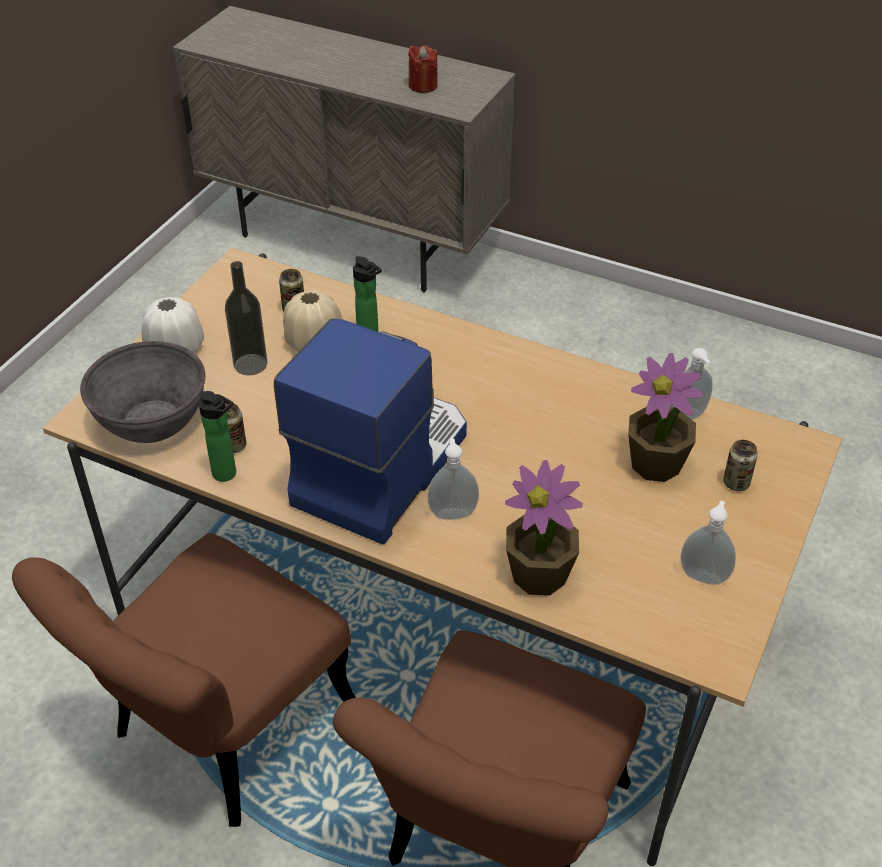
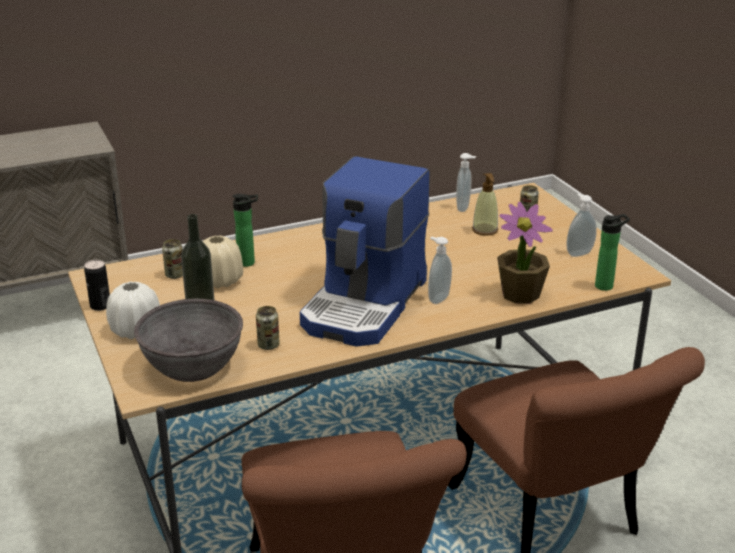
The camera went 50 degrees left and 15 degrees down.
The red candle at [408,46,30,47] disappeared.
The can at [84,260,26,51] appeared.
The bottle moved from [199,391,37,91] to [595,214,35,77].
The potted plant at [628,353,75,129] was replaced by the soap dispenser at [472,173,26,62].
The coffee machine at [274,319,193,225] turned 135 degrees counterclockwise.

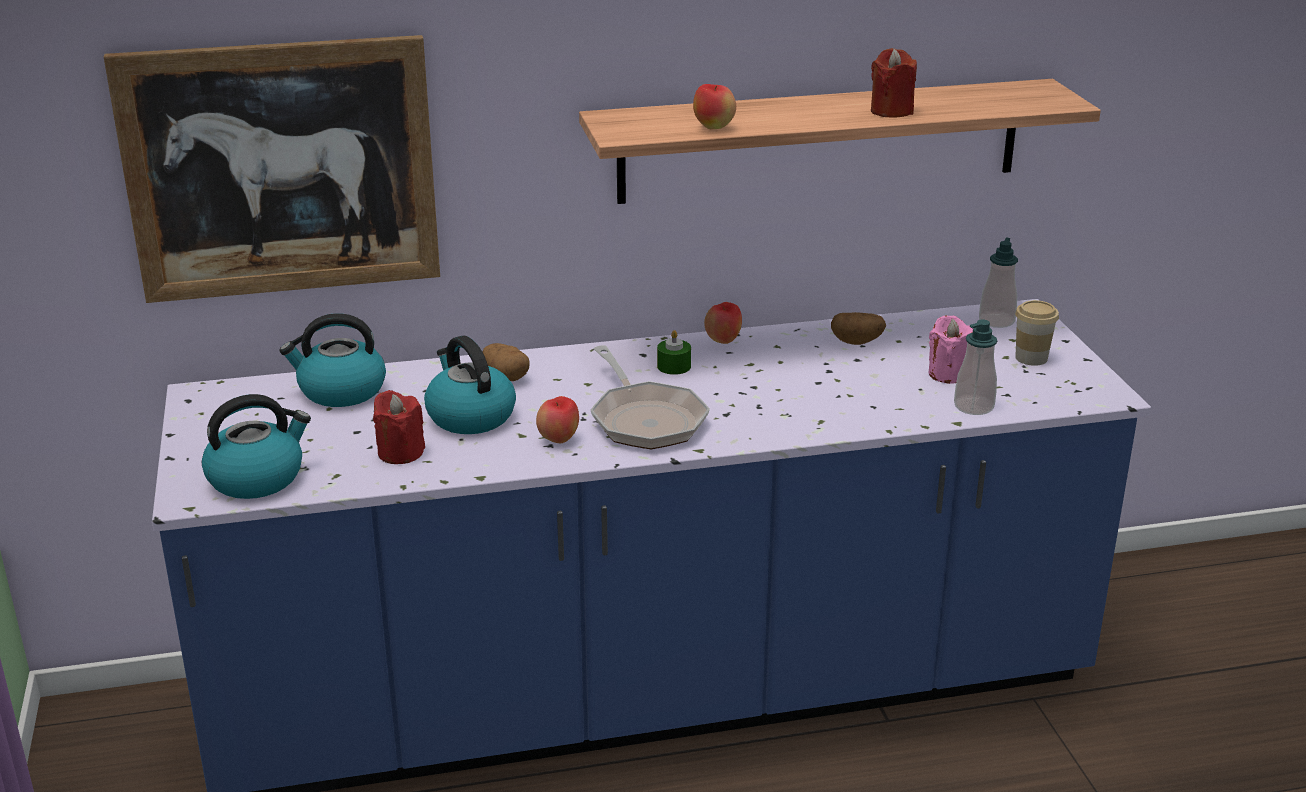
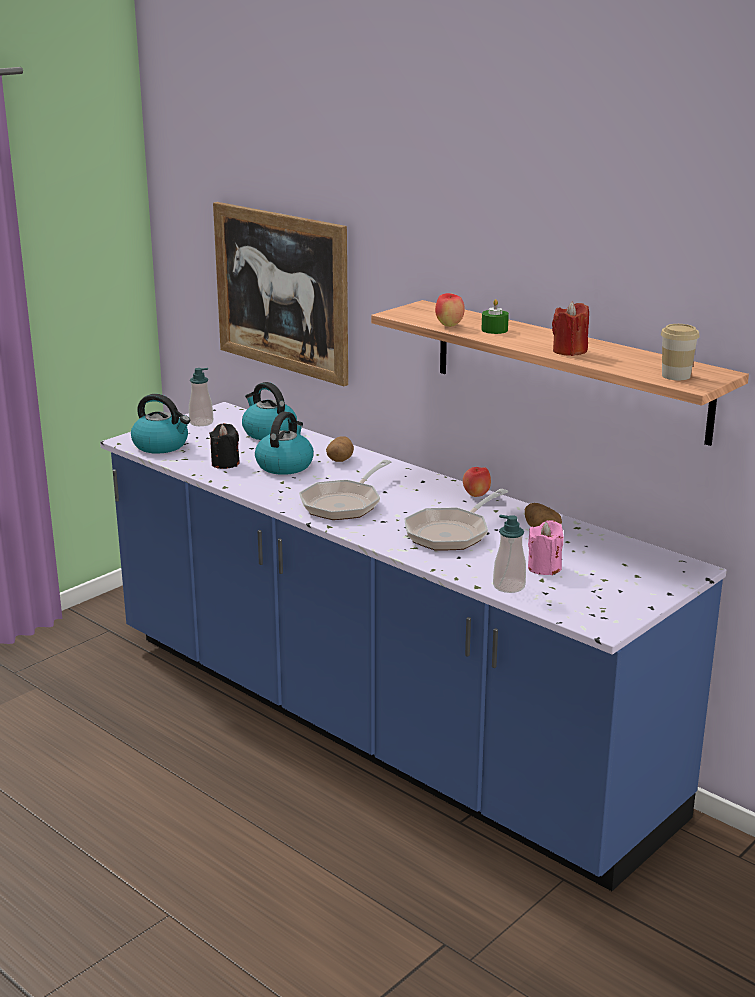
The camera went 55 degrees right and 5 degrees down.
The apple at [536,396,43,47] disappeared.
The frying pan at [404,489,104,61] appeared.
The green candle moved from [657,330,34,45] to [481,299,28,35].
The soap dispenser moved from [979,238,39,90] to [189,368,24,58].
The cup moved from [1015,300,44,66] to [661,324,39,56].
The red candle at [373,390,52,74] became the black candle at [209,423,31,46].

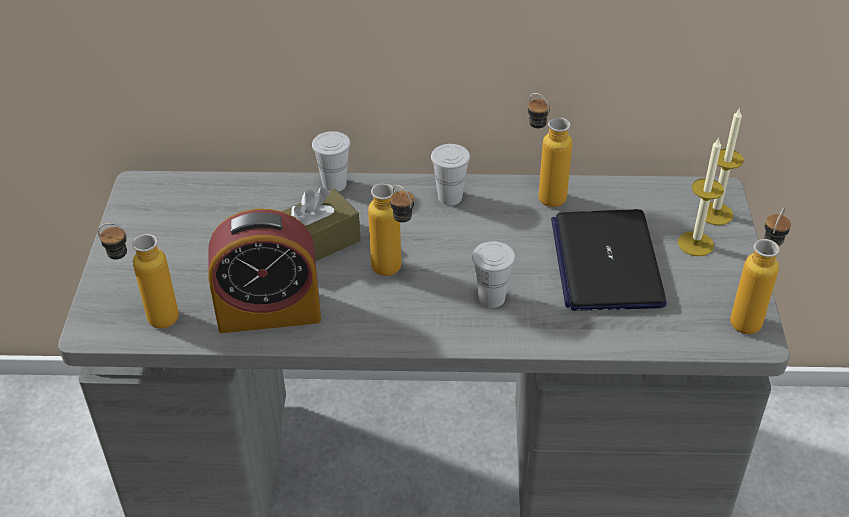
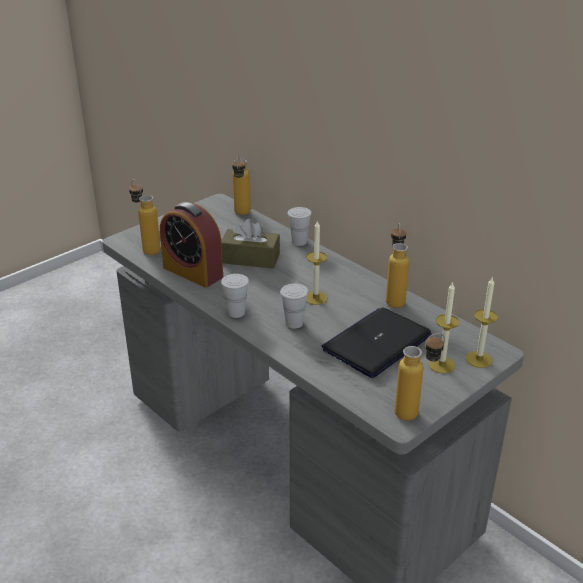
The camera went 45 degrees right and 10 degrees down.
The candle at [306,220,22,85] appeared.
The bottle moved from [368,183,46,93] to [232,156,19,59].
The white cup moved from [431,144,39,61] to [221,274,28,44].

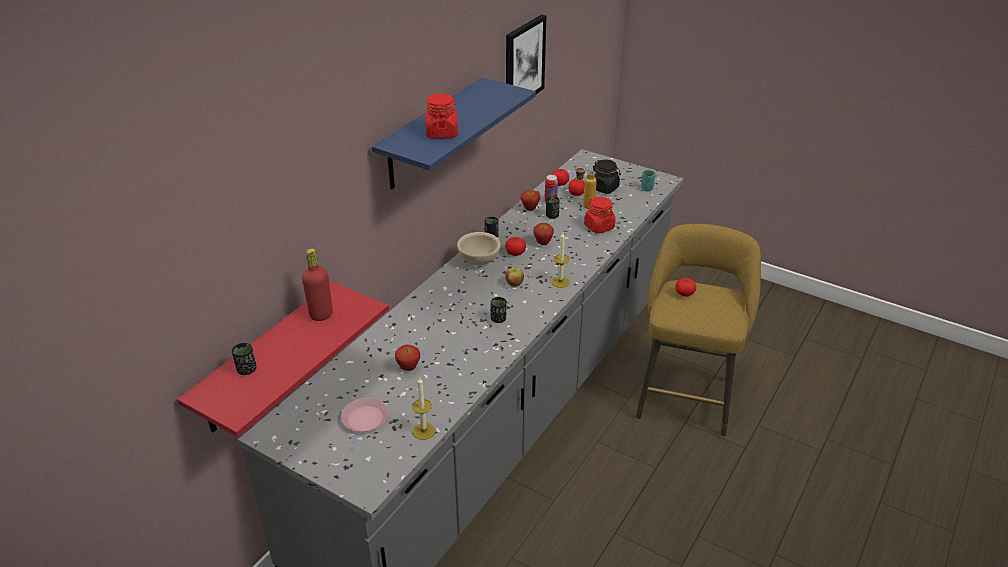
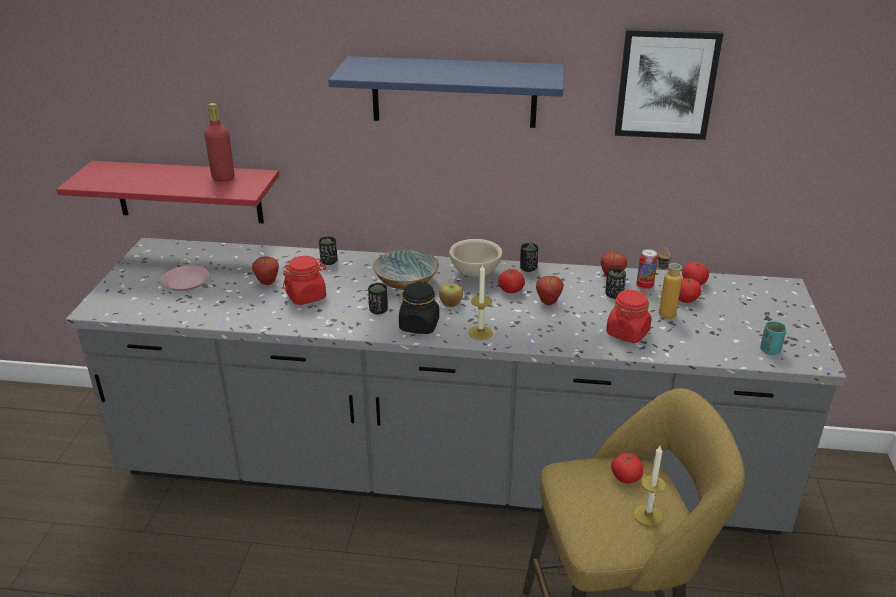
The camera went 65 degrees right and 5 degrees down.
The bowl at [373,250,66,40] appeared.
The black cup moved from [232,343,25,32] to [319,236,18,29].
The candle moved from [412,377,23,63] to [634,446,32,80].
The red jar moved from [425,93,33,46] to [283,256,43,49].
The black jar moved from [593,160,28,34] to [399,281,40,53].

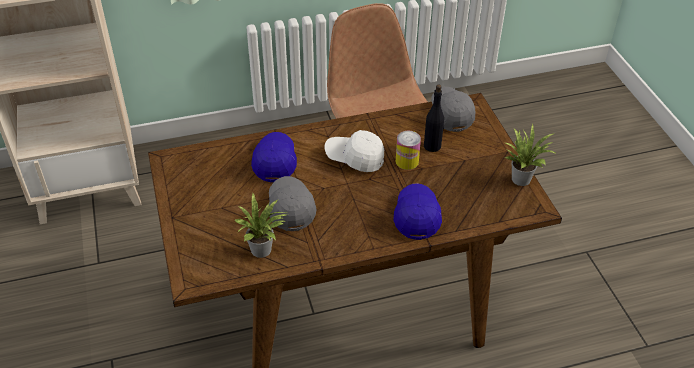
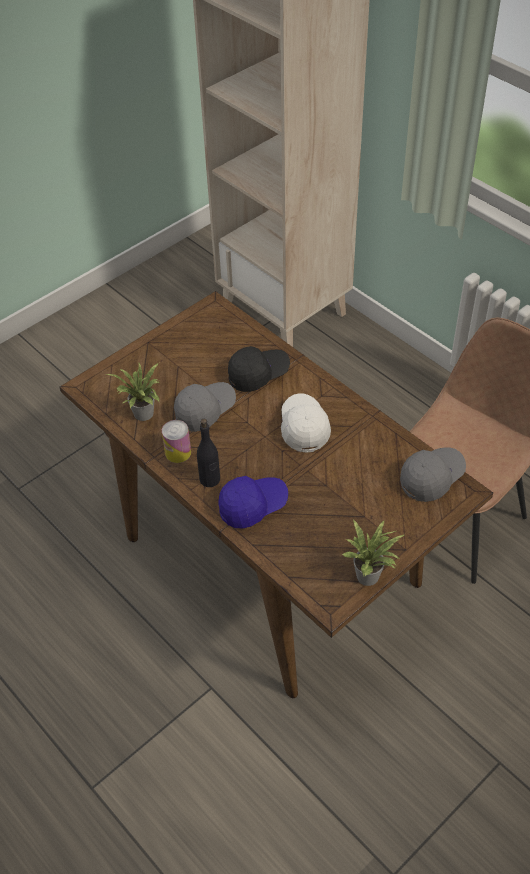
The camera went 65 degrees right and 5 degrees up.
The can moved from [396,131,25,39] to [162,420,29,43].
The black bottle moved from [424,84,21,68] to [197,419,23,68].
The blue cap at [251,132,46,50] became the black cap at [228,346,62,46].

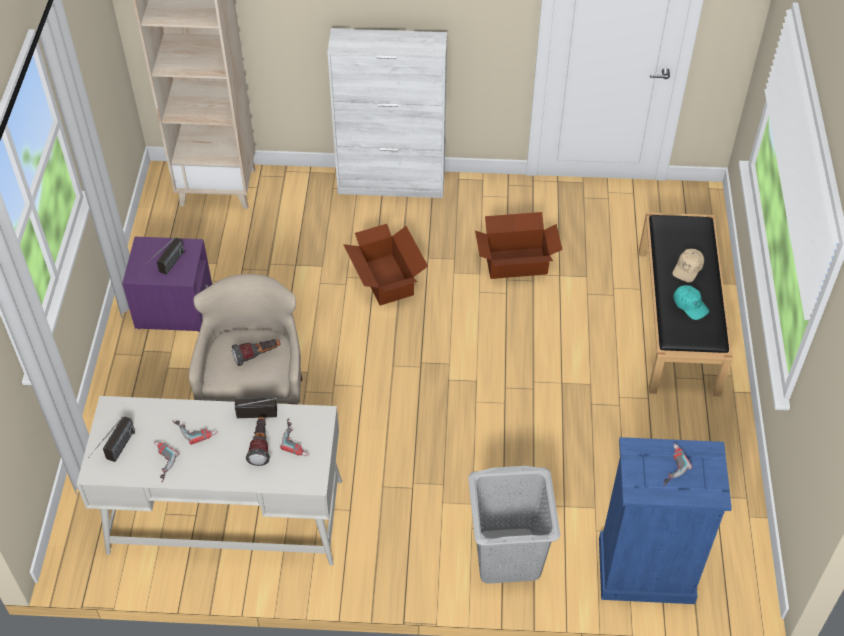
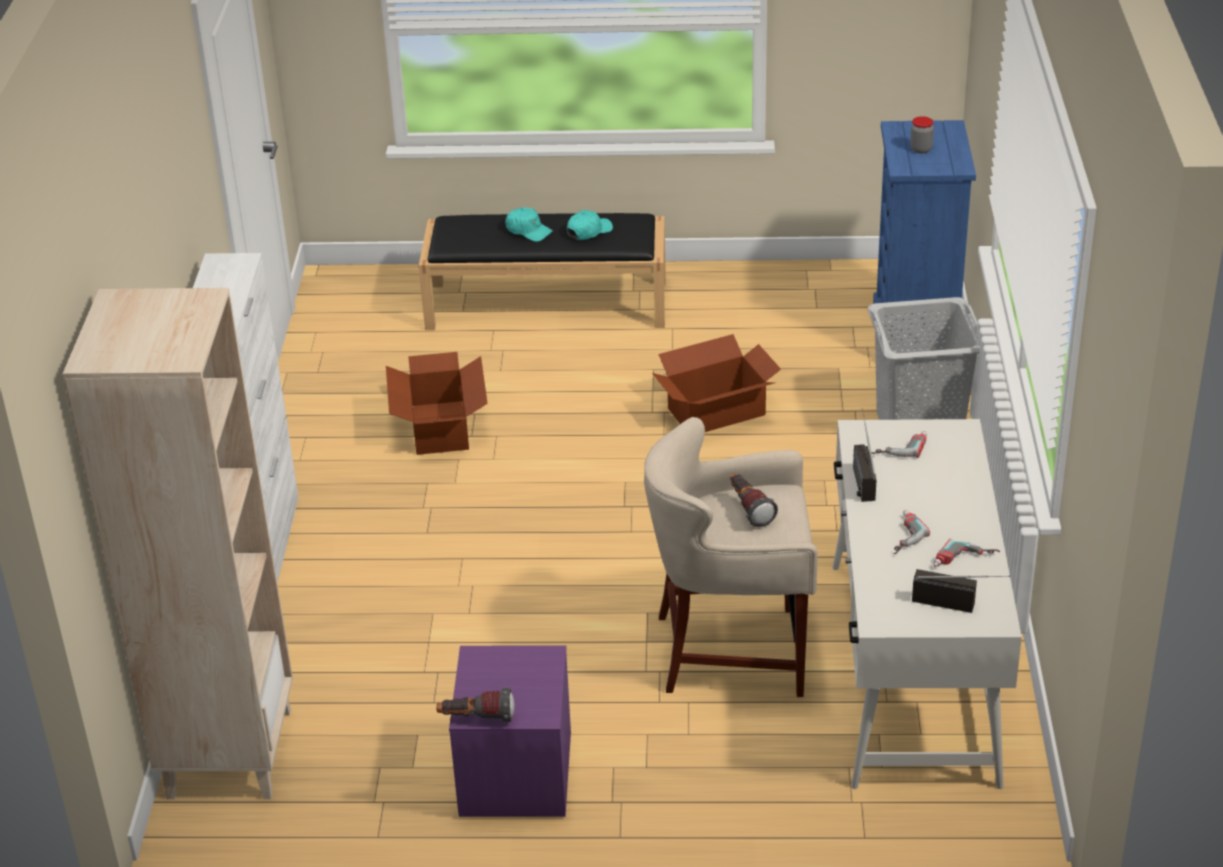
The camera went 90 degrees left and 15 degrees down.
The radio at [144,238,41,37] disappeared.
The flashlight moved from [246,417,24,49] to [436,687,79,36].
The cardboard box moved from [343,224,85,81] to [652,334,129,98].
The power drill at [663,443,29,43] was replaced by the jar at [910,116,24,37].
The beige cap at [672,249,32,34] became the turquoise cap at [505,207,48,35].

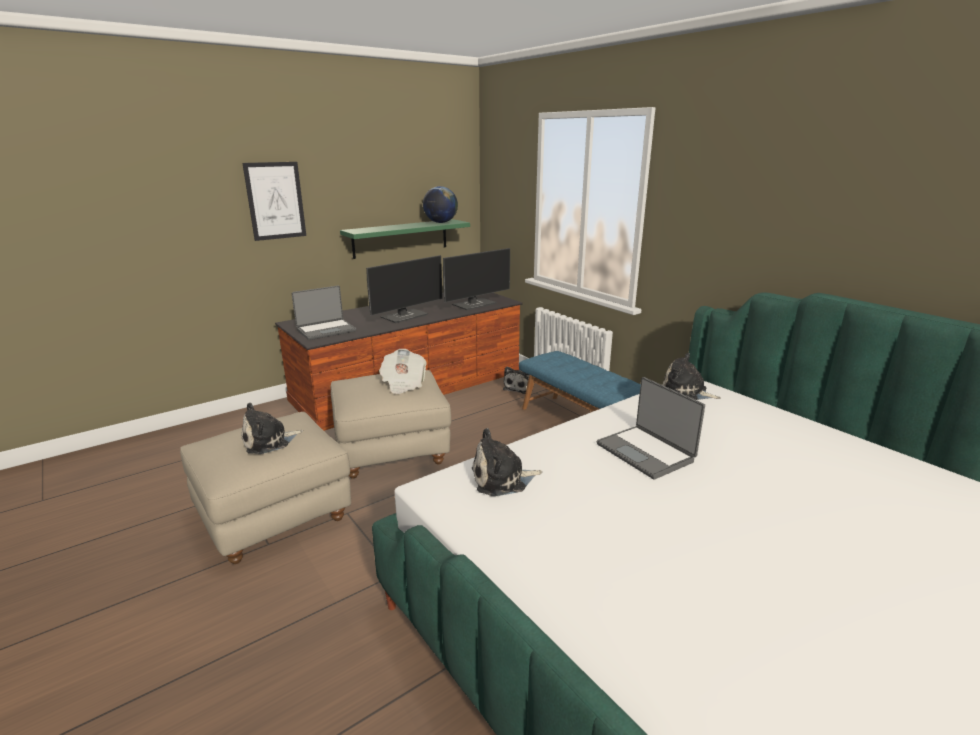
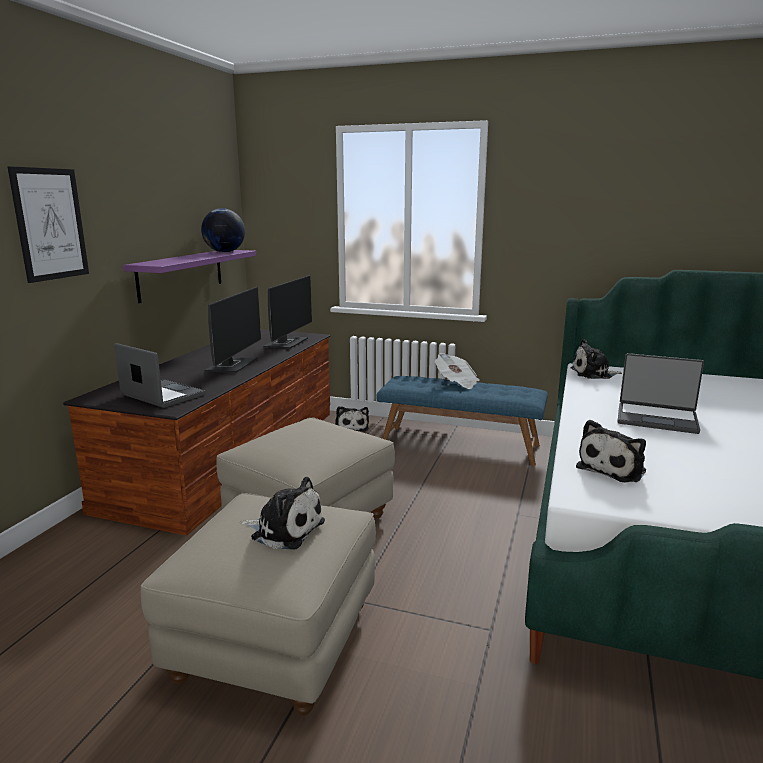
The camera went 35 degrees left and 5 degrees down.
The newspaper moved from [379,349,48,45] to [435,353,44,36].
The green shelf at [340,219,130,40] became the purple shelf at [123,250,133,53].
The plush toy at [241,402,62,52] turned 90 degrees counterclockwise.
The laptop at [291,286,65,54] turned 75 degrees counterclockwise.

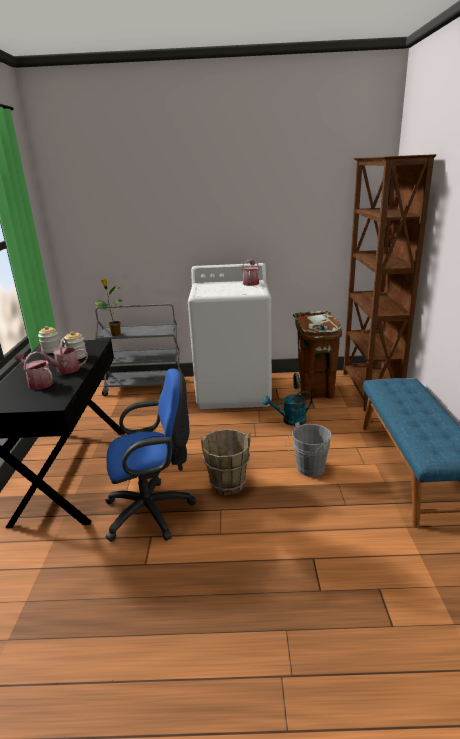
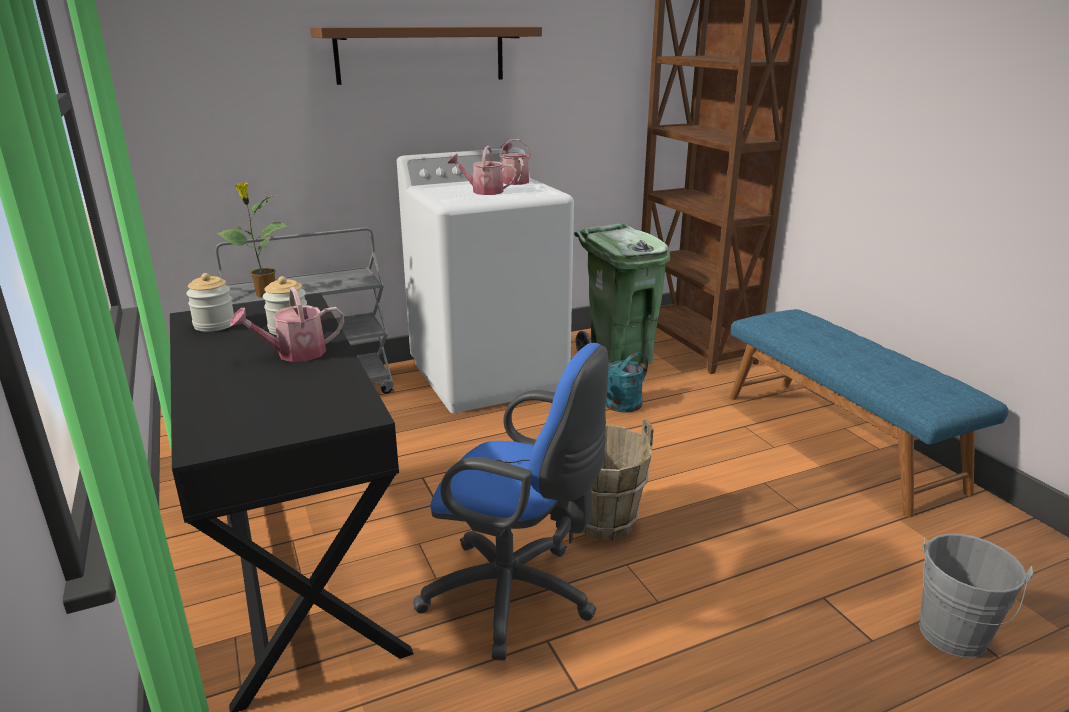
The camera went 25 degrees left and 0 degrees up.
The brown shelf at [310,26,232,59] appeared.
The watering can moved from [15,351,38,39] to [448,146,69,49].
The grey bucket moved from [285,422,47,55] to [919,534,114,124].
The brown trash can at [293,311,49,89] became the green trash can at [574,224,96,141].
The blue office chair at [105,368,91,174] turned 60 degrees clockwise.

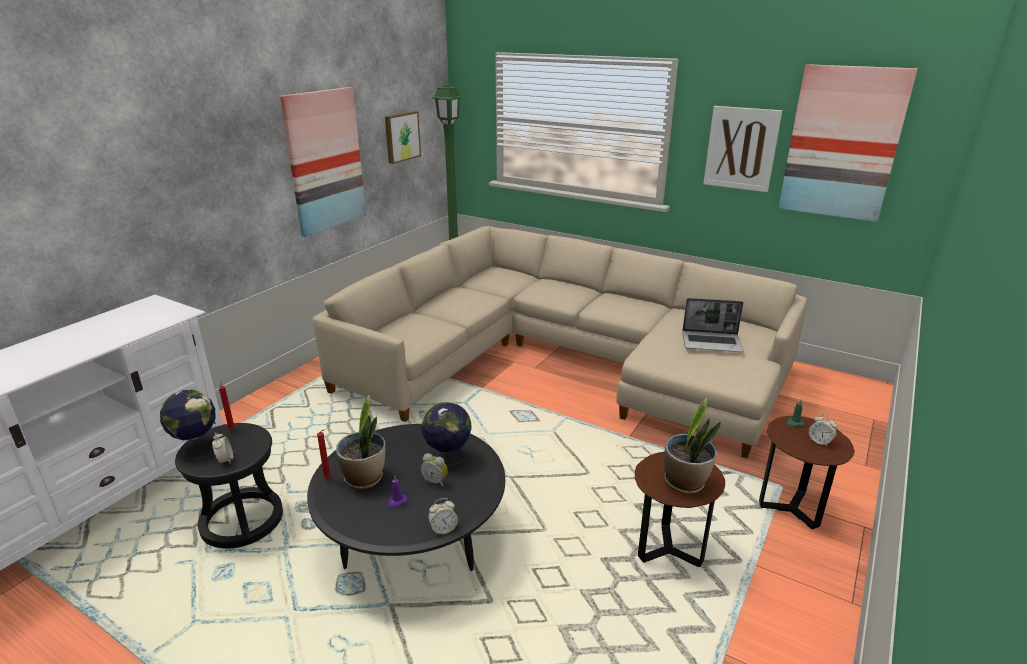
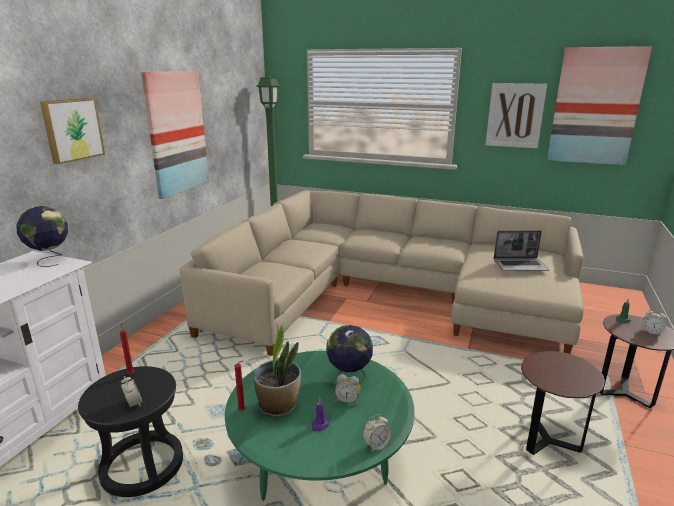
The camera went 10 degrees left and 5 degrees down.
The potted plant at [664,398,57,96] disappeared.
The globe moved from [160,390,55,69] to [16,206,52,61].
The picture moved from [385,111,36,53] to [40,98,65,66].
The black coffee table at [307,424,198,147] became the green coffee table at [225,351,190,150].

